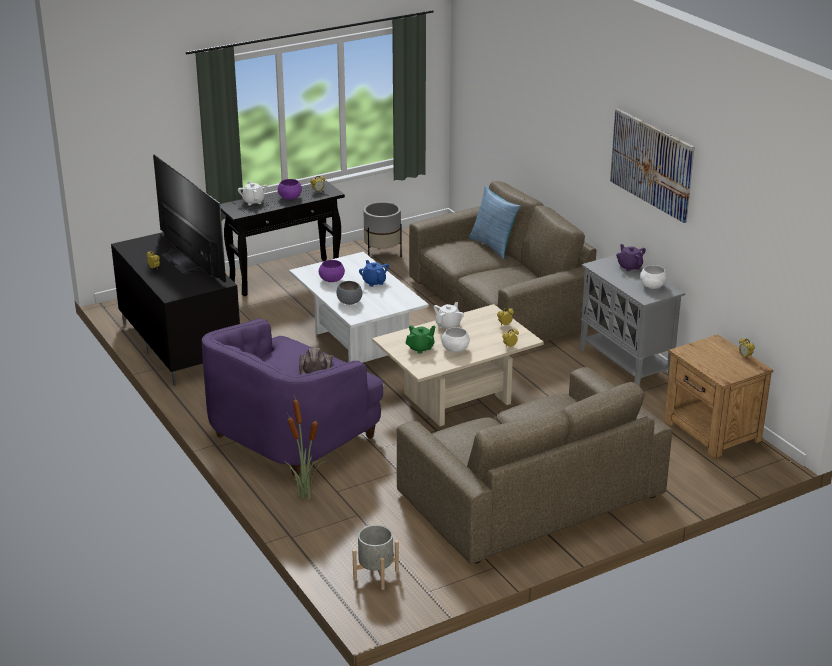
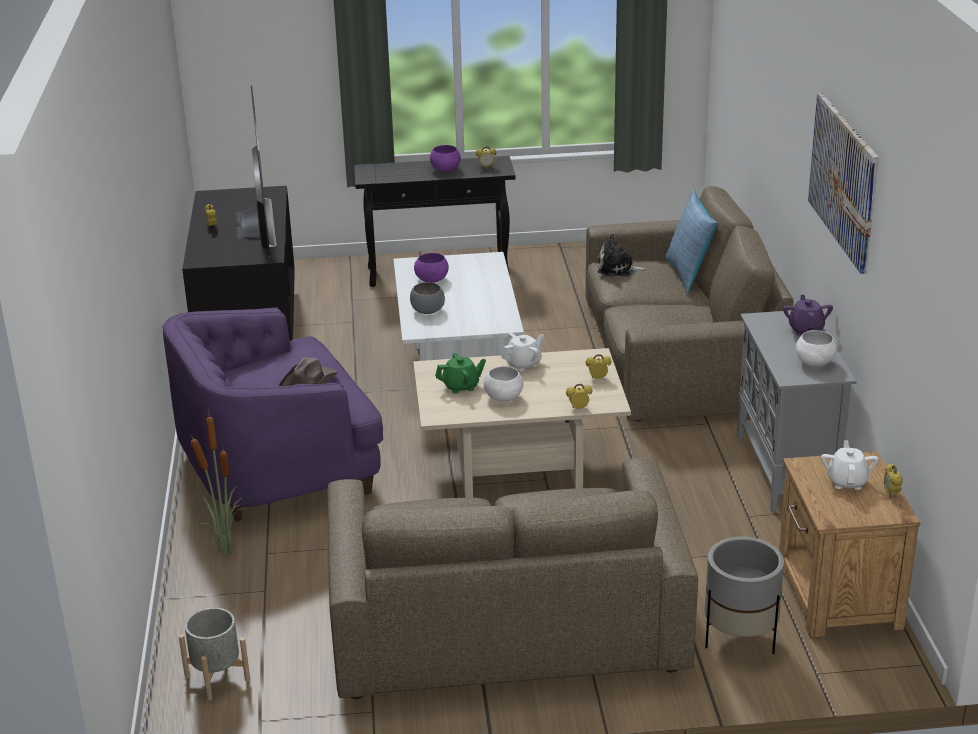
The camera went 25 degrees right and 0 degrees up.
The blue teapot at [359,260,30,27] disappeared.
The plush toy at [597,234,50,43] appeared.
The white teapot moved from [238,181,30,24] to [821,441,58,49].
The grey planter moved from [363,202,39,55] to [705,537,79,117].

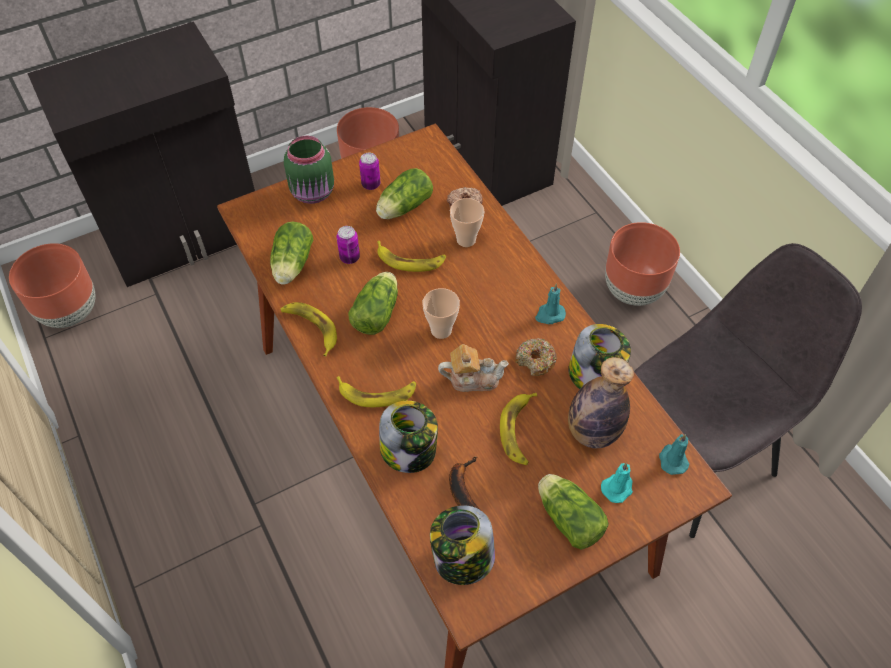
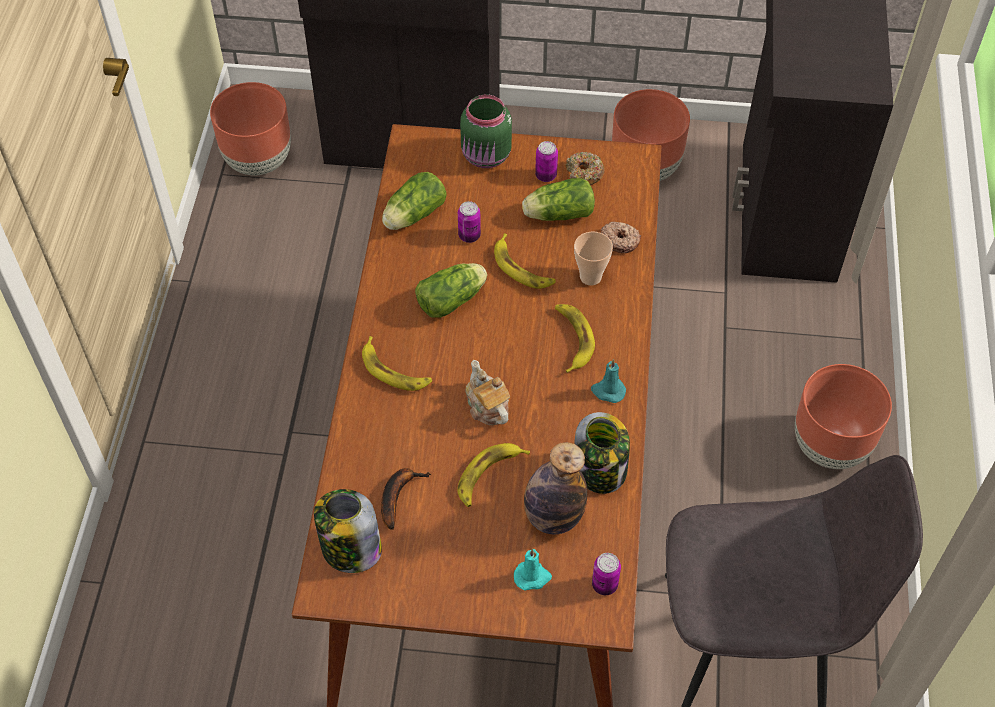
The camera went 35 degrees right and 0 degrees up.
The jar at [379,401,59,72] disappeared.
The cup at [423,288,37,51] disappeared.
The lettuce at [538,474,71,76] disappeared.
The banana moved from [281,302,56,55] to [555,304,40,69].
The donut moved from [515,338,42,38] to [565,152,40,33].
The turquoise candle at [659,434,31,41] was replaced by the can at [592,553,29,42].
The teapot at [438,344,71,48] turned 150 degrees counterclockwise.

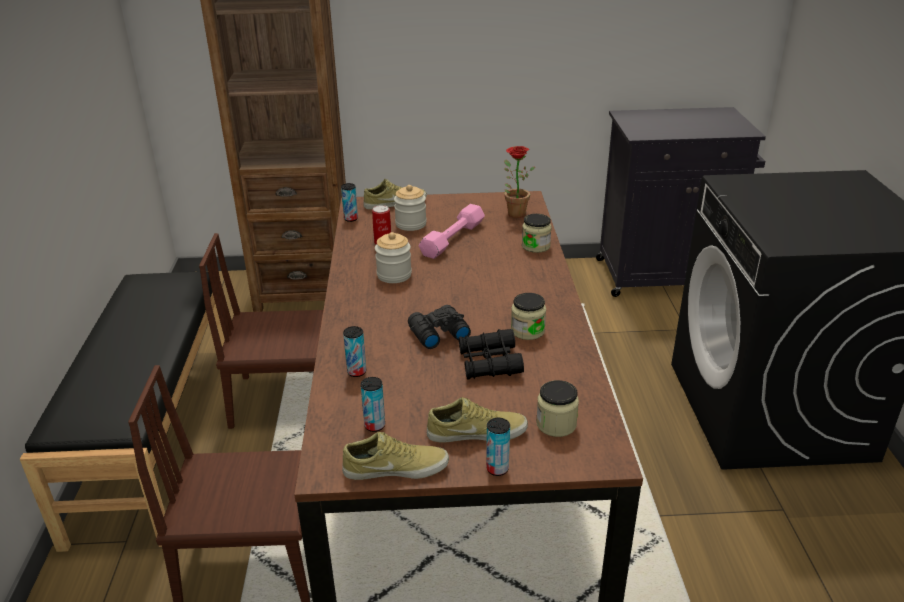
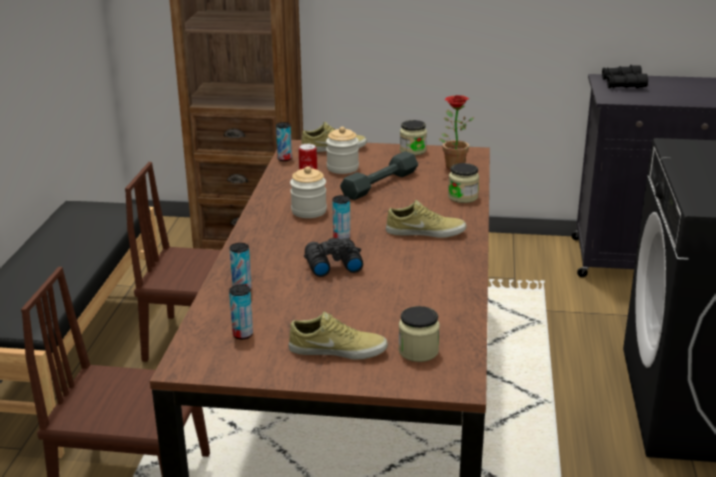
The camera went 10 degrees right and 5 degrees down.
The beige shoe moved from [342,432,107,48] to [386,200,80,38].
The black binoculars moved from [459,329,65,50] to [602,65,46,23].
The can moved from [486,418,24,58] to [332,195,18,44].
The jar moved from [511,293,35,47] to [400,120,27,35].
The pink dumbbell at [418,204,67,55] became the grey dumbbell at [340,151,78,49].

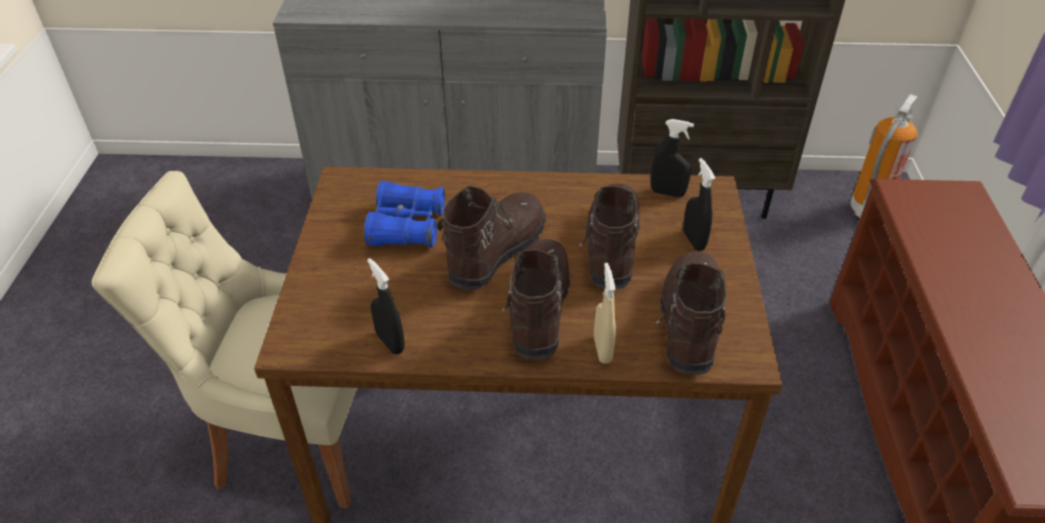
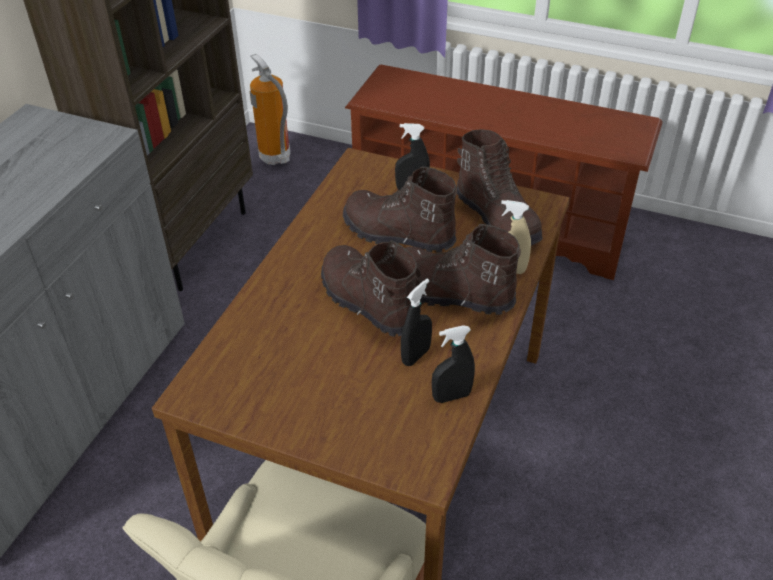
The camera went 70 degrees left and 0 degrees up.
The blue binoculars at [364,181,82,67] disappeared.
The black spray bottle moved from [651,119,43,78] to [401,279,31,87].
The brown boot at [656,252,71,123] turned 150 degrees counterclockwise.

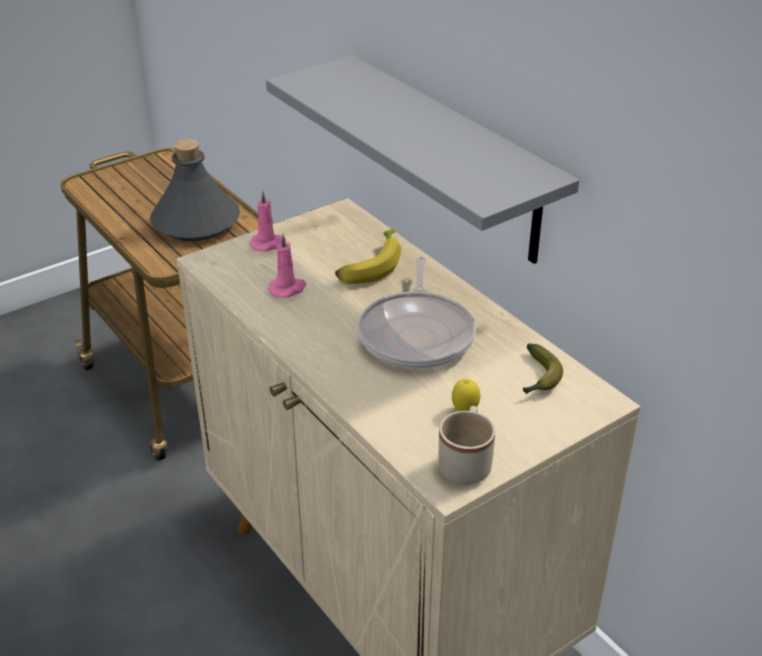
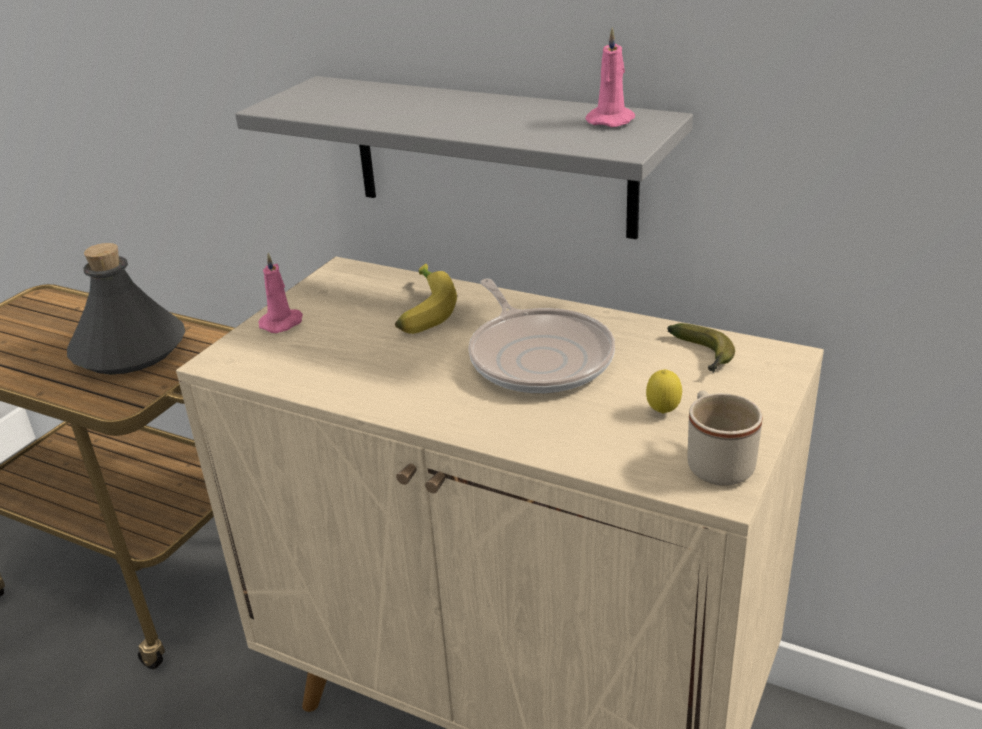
The camera went 25 degrees left and 5 degrees down.
The pink candle moved from [268,234,38,64] to [586,27,49,100].

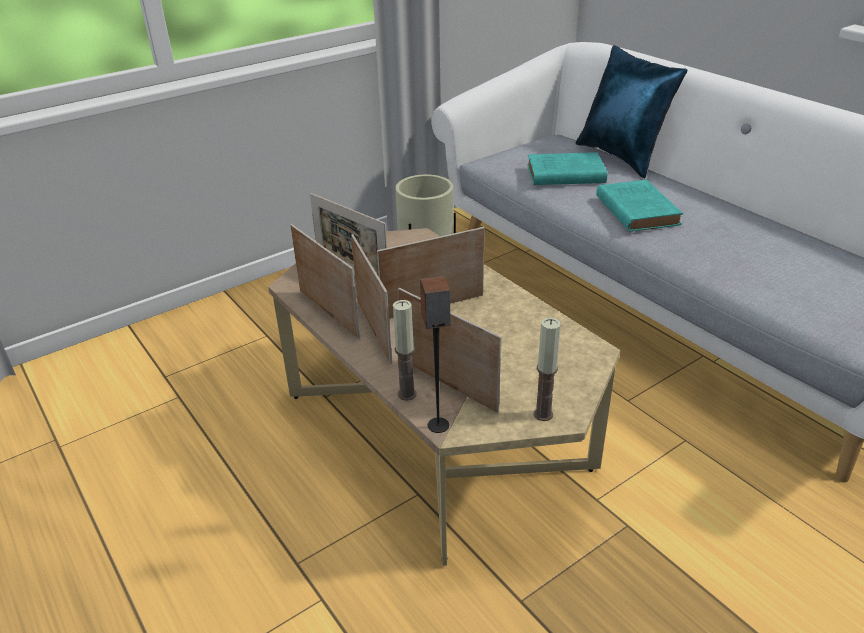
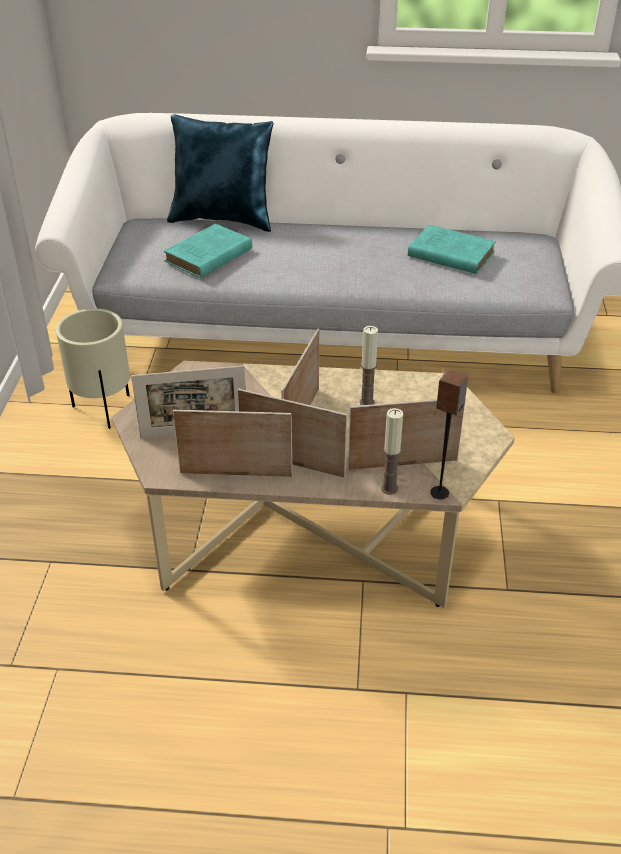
The camera went 50 degrees left and 5 degrees up.
The candle moved from [534,318,27,103] to [360,326,18,79].
The turquoise book moved from [596,180,87,52] to [408,225,88,49].

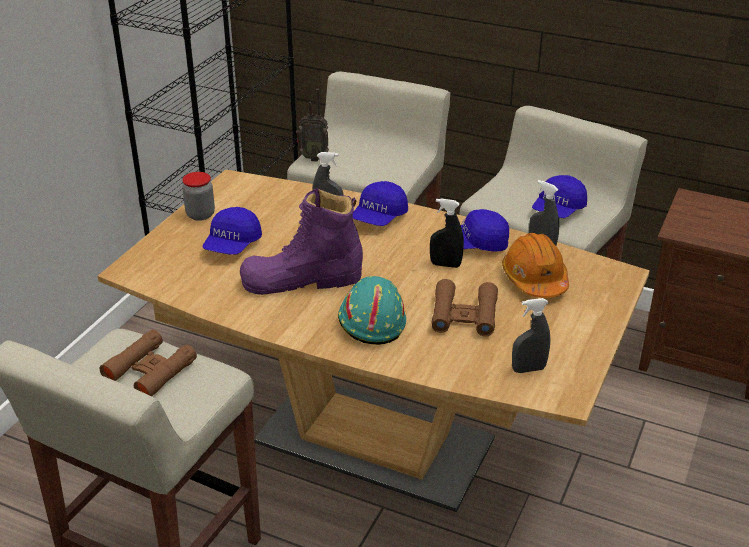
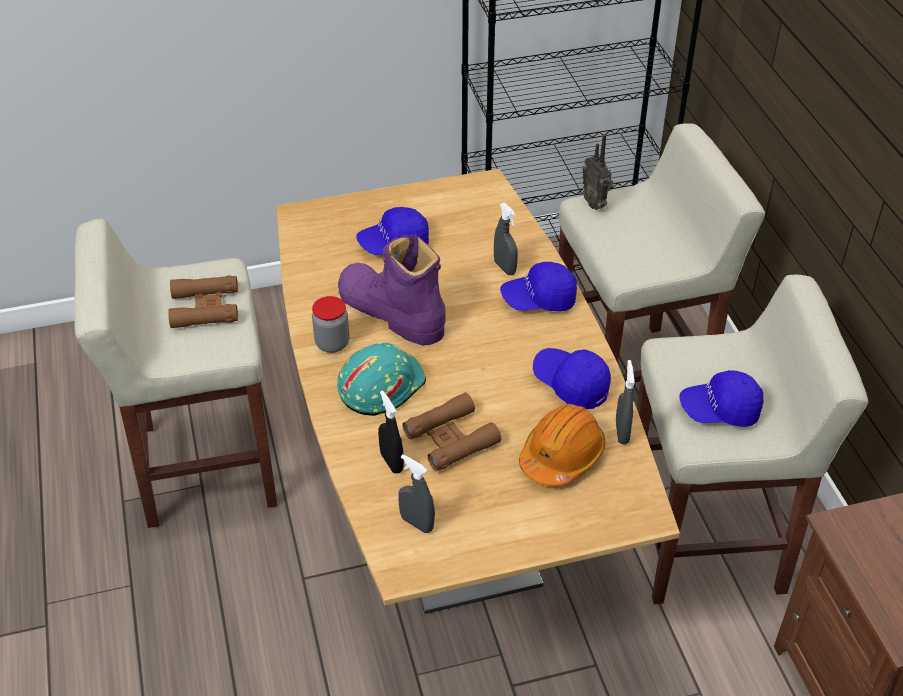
The camera went 50 degrees right and 10 degrees up.
The jar moved from [182,172,33,49] to [312,296,37,57].
The black spray bottle moved from [430,198,34,70] to [378,390,26,84].

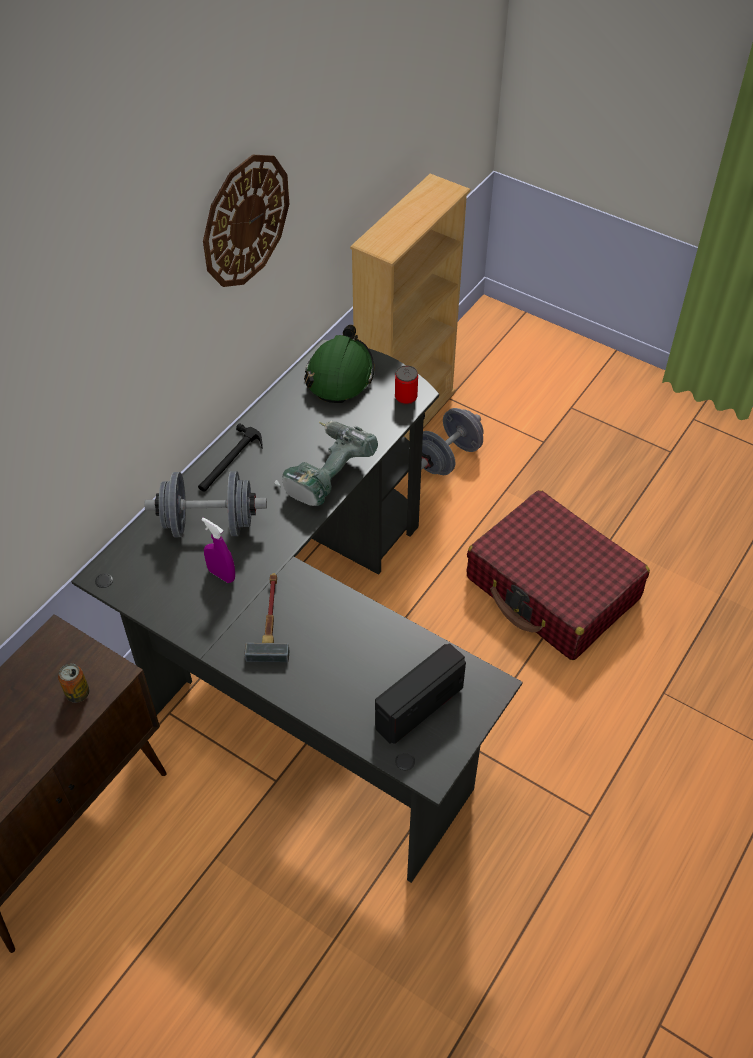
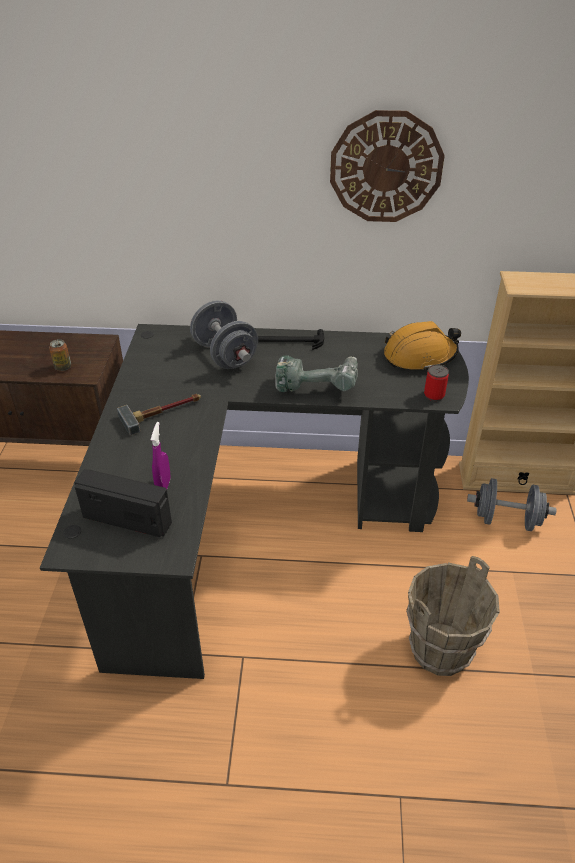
The camera went 60 degrees right and 10 degrees down.
The purple spray bottle moved from [201,518,34,65] to [151,422,20,67].
The red suitcase at [467,490,183,170] was replaced by the brown bucket at [406,556,94,120].
The green hard hat at [304,325,70,78] became the orange hard hat at [384,321,77,49].

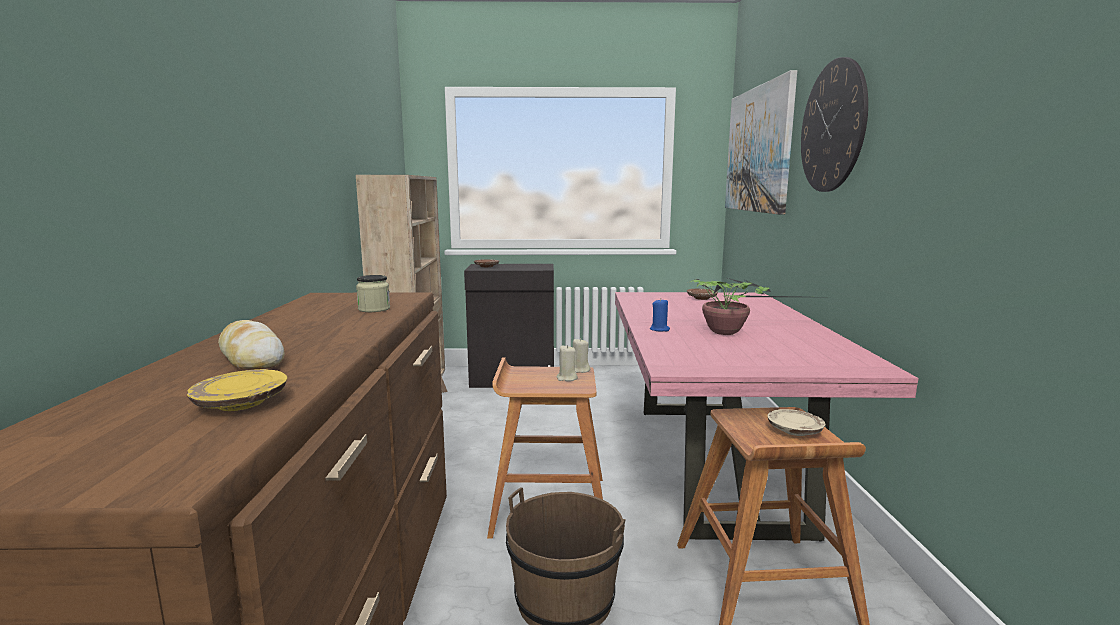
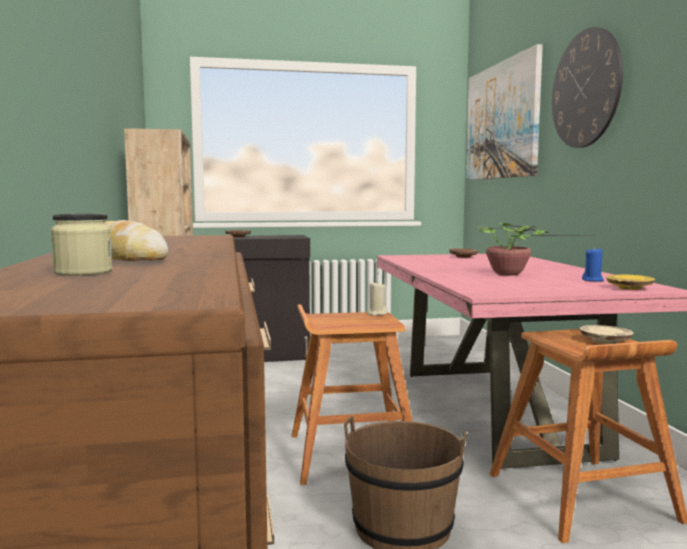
The camera went 10 degrees left and 5 degrees down.
The beige candle at [557,345,21,36] disappeared.
The yellow plate moved from [187,369,100,42] to [606,274,49,16].
The jar moved from [356,275,34,37] to [51,214,61,62].
The blue candle moved from [650,299,20,32] to [582,247,22,34].

